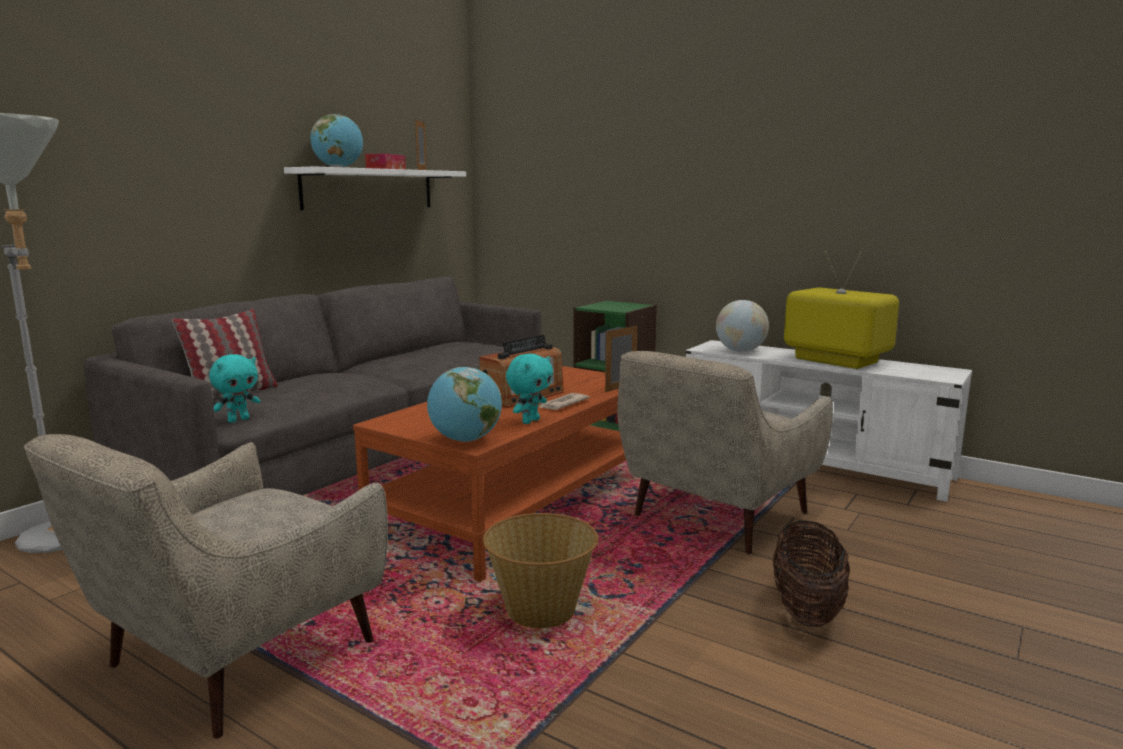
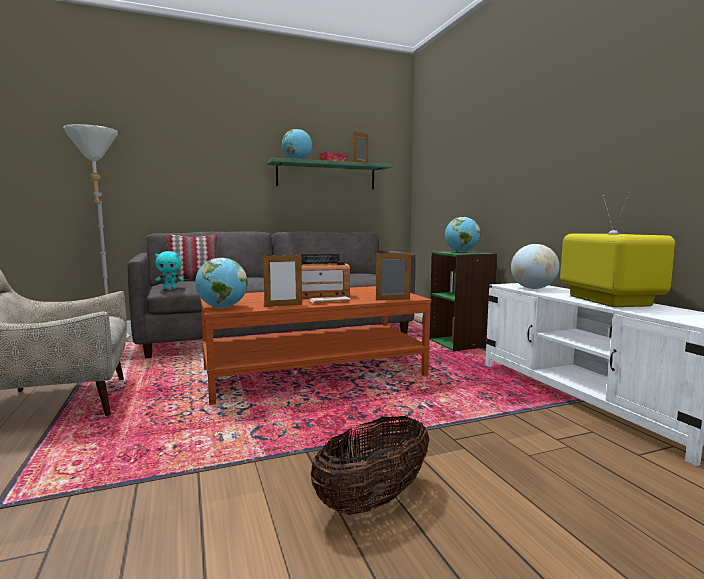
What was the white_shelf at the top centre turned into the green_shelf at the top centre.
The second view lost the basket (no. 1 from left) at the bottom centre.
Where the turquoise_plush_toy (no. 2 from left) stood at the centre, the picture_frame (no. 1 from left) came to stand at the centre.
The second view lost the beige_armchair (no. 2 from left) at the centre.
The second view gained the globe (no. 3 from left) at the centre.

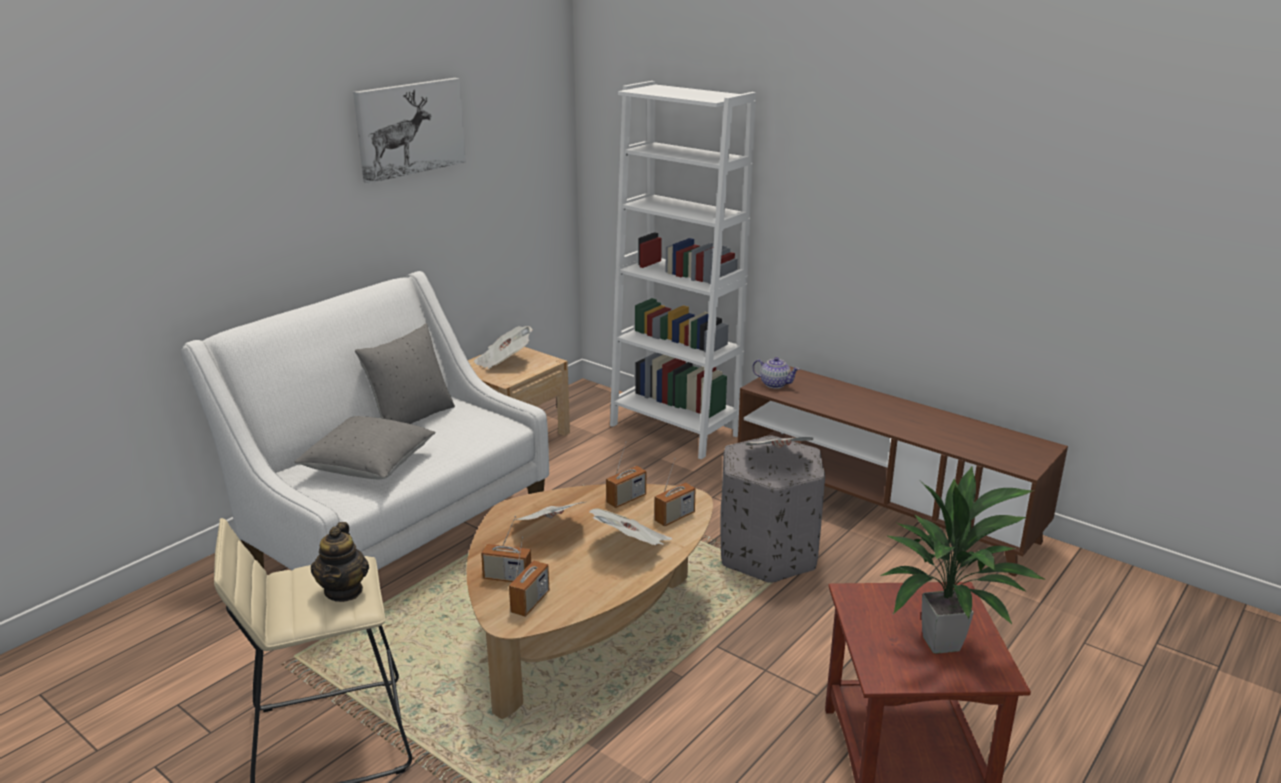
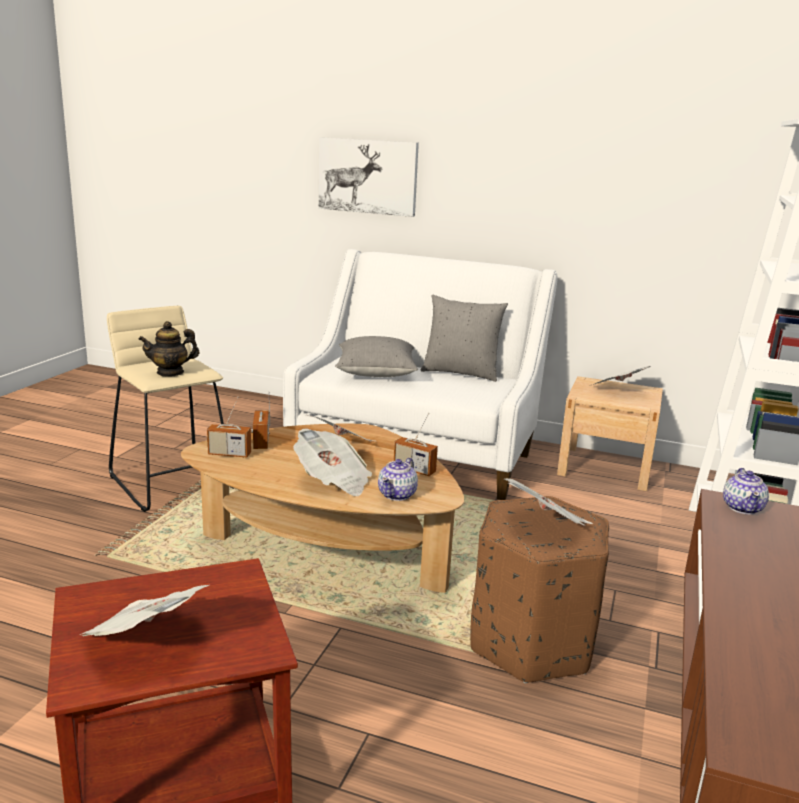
The picture ended up elsewhere, having gone from the top left to the top centre.
Where the radio (no. 4 from left) stood at the centre, the teapot (no. 2 from left) came to stand at the centre.
What was the grey_ottoman at the centre turned into the brown_ottoman at the bottom right.
Where the potted_plant stood at the bottom right, the newspaper (no. 1 from left) came to stand at the bottom left.

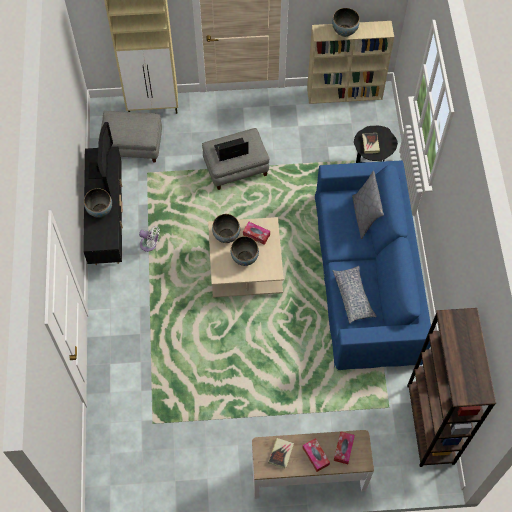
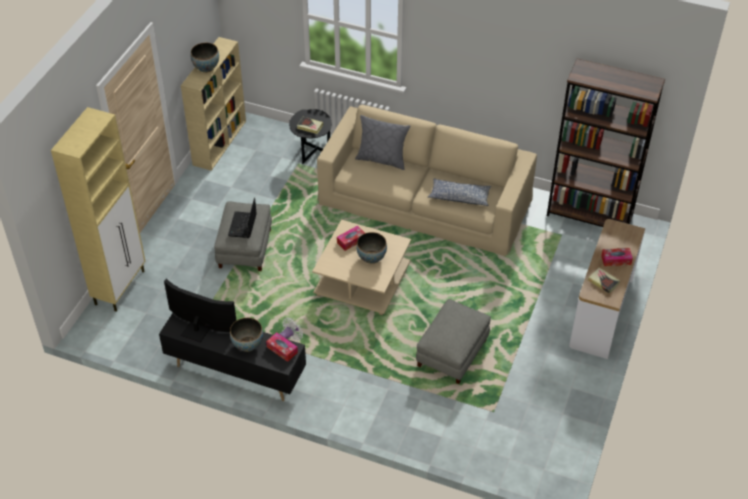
The grey_ottoman (no. 1 from left in the first image) ended up elsewhere, having gone from the top left to the bottom centre.
The second view lost the bowl (no. 2 from left) at the centre.
What was the blue_sofa at the middle right turned into the beige_sofa at the centre.
The tissue_box (no. 3 from left in the first image) ended up elsewhere, having gone from the bottom right to the bottom centre.

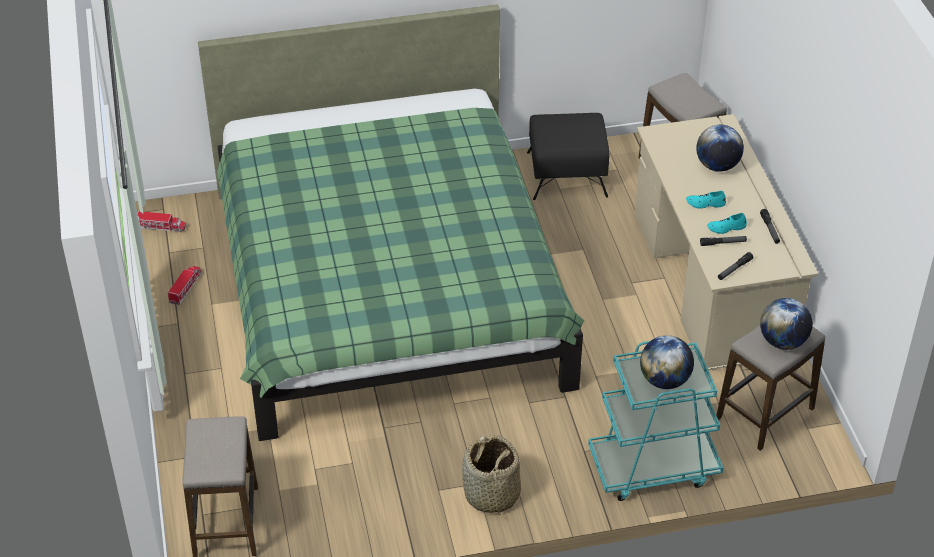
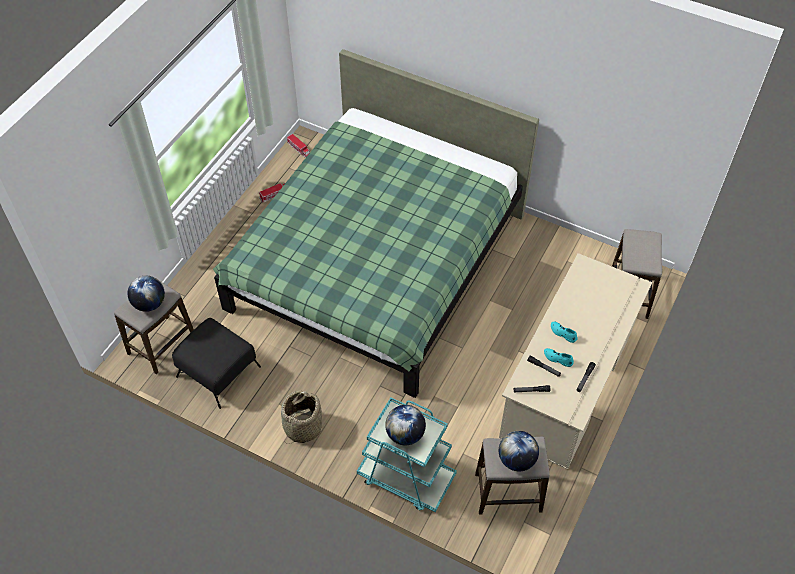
The black_ottoman ended up elsewhere, having gone from the top centre to the middle left.
The globe (no. 2 from left in the first image) ended up elsewhere, having gone from the top right to the middle left.

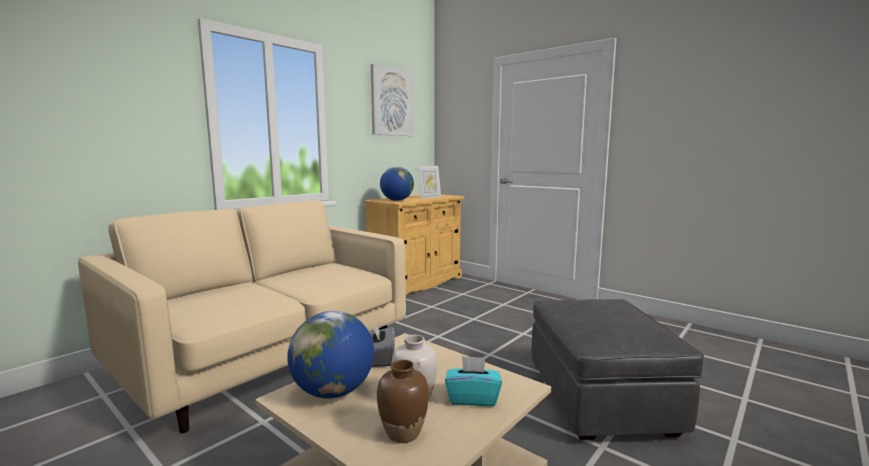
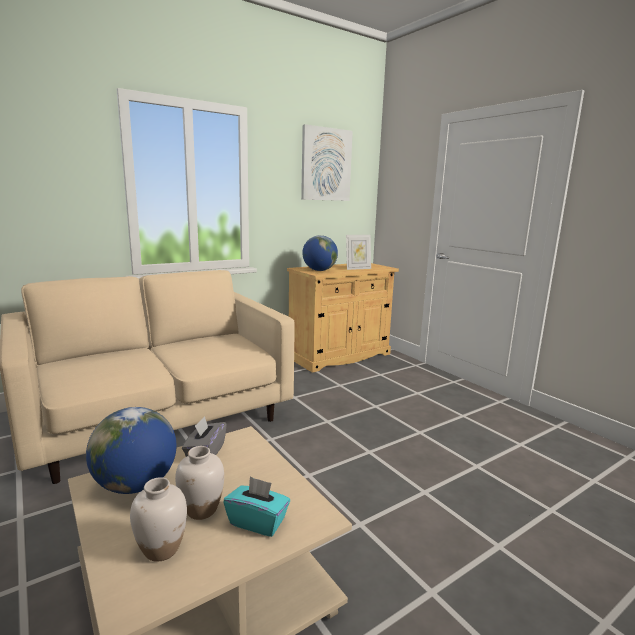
What was the brown_vase at the bottom centre turned into the white_vase (no. 1 from left) at the bottom left.
The second view lost the grey_ottoman at the bottom right.

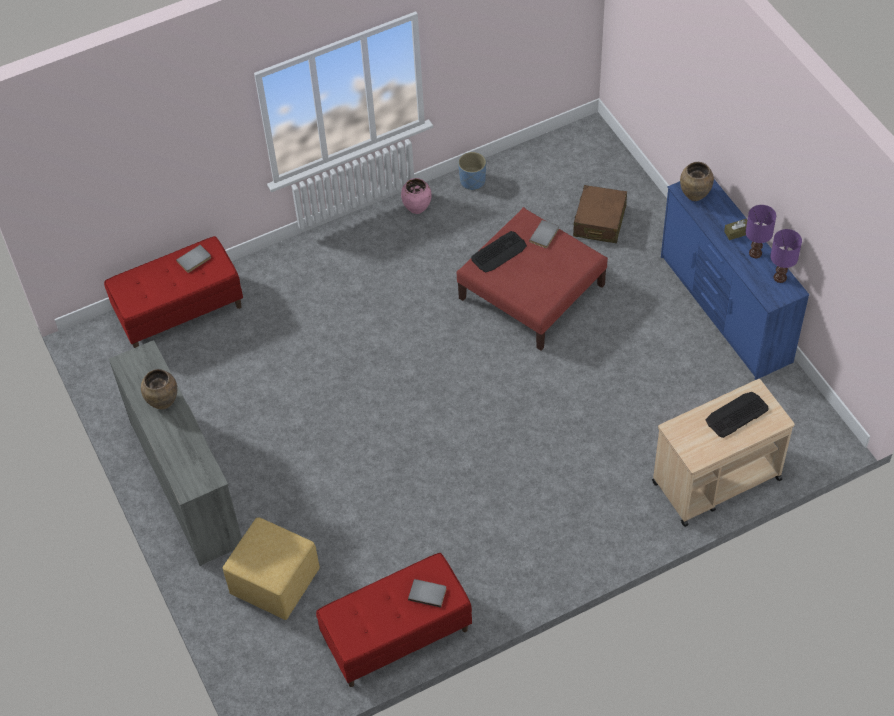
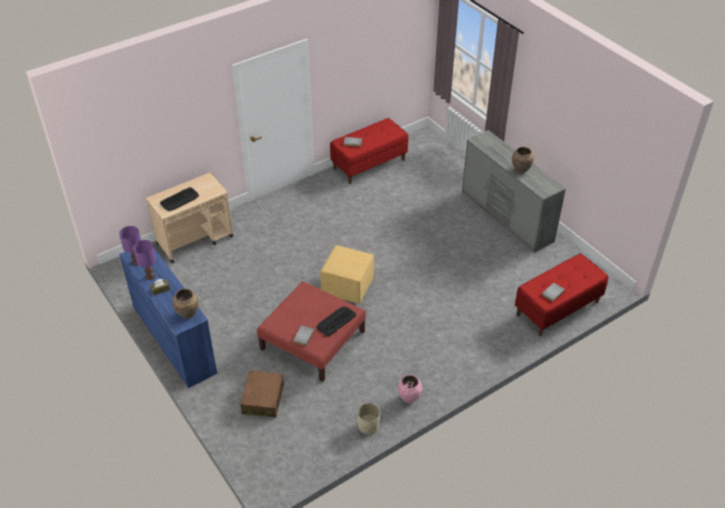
The yellow_ottoman ended up elsewhere, having gone from the bottom left to the centre.
What was the blue_planter at the top centre turned into the beige_planter at the bottom centre.

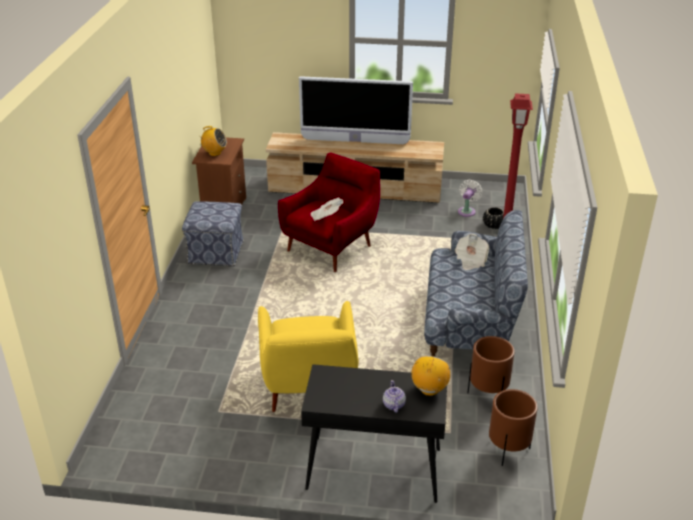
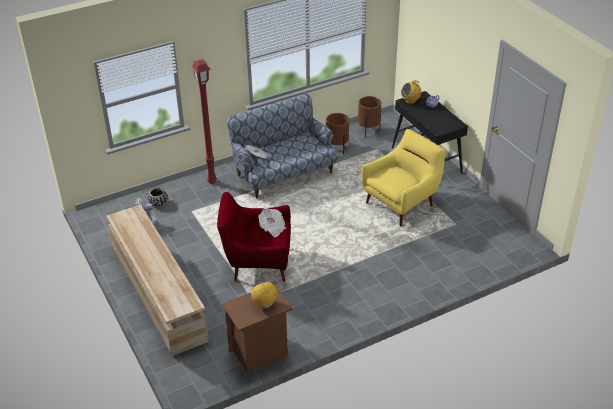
The second view lost the ottoman at the middle left.
The second view lost the television at the top centre.

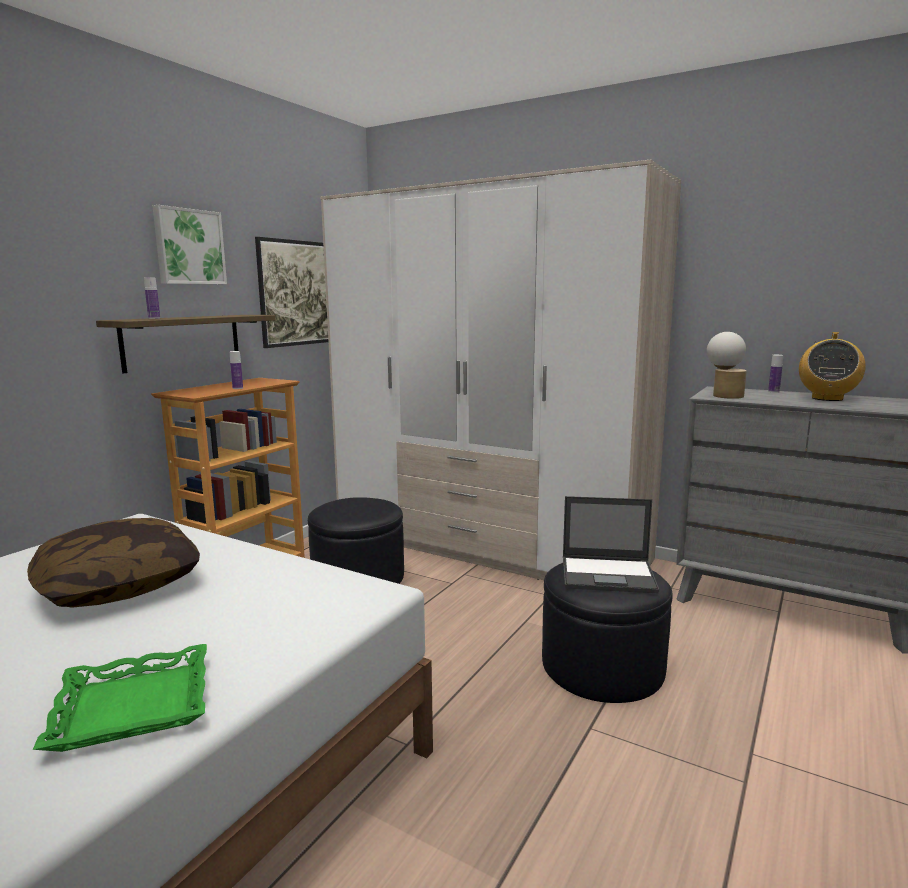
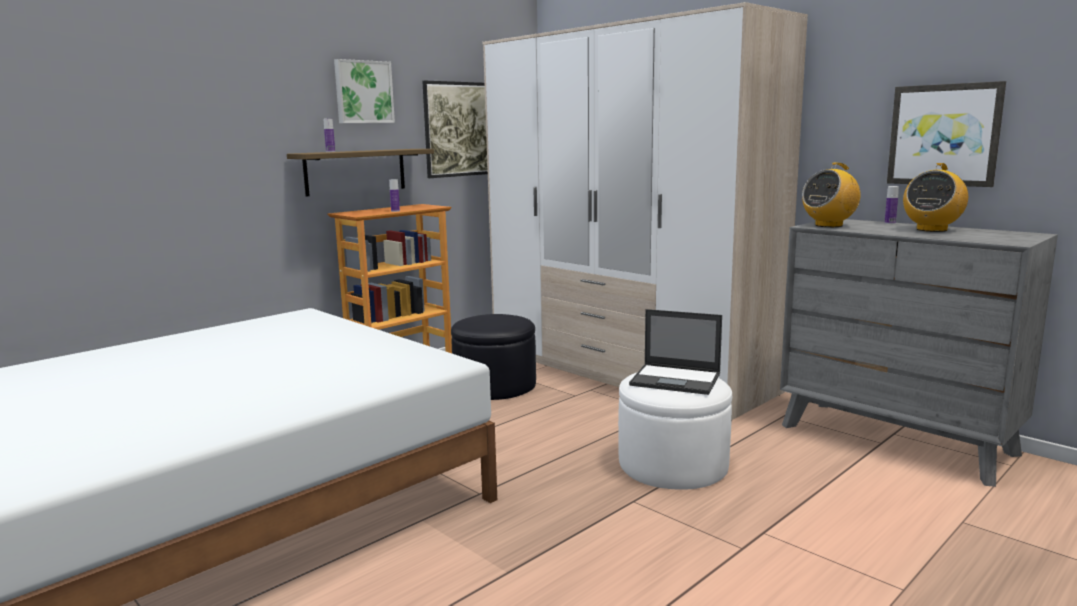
The second view lost the pillow at the middle left.
The second view lost the green_tray at the bottom left.
What was the black_ottoman (no. 2 from left) at the bottom right turned into the white_ottoman at the bottom centre.
Where the table_lamp stood at the middle right, the radio (no. 1 from left) came to stand at the top right.
The second view gained the picture (no. 3 from left) at the top right.

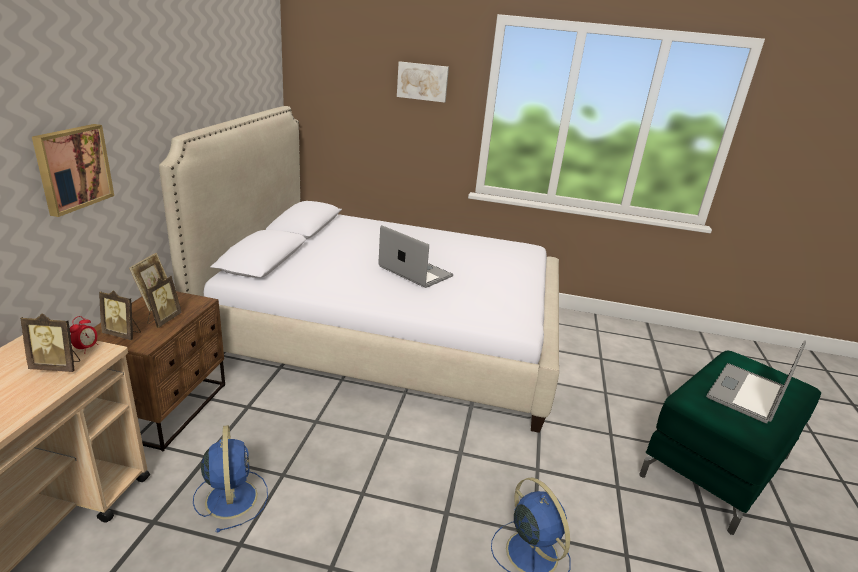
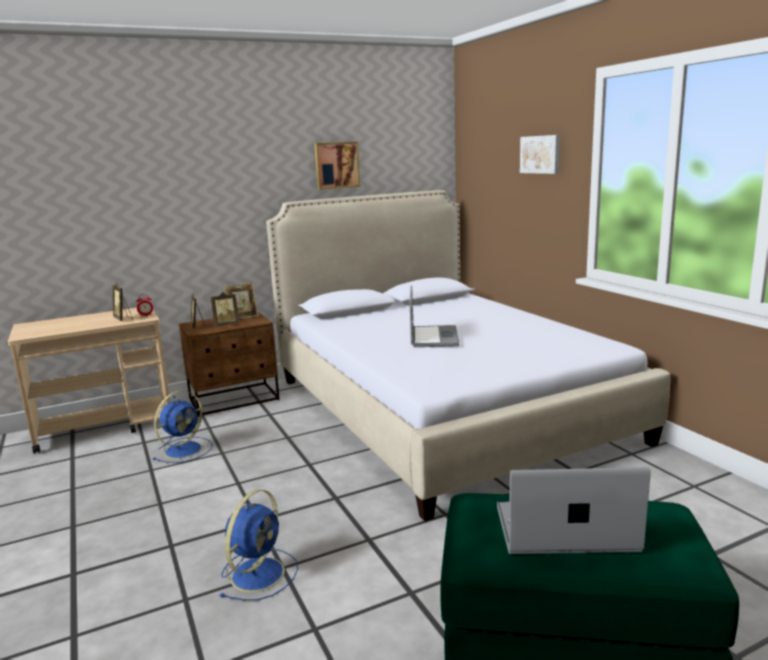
The picture (no. 1 from left) ended up elsewhere, having gone from the top left to the top centre.

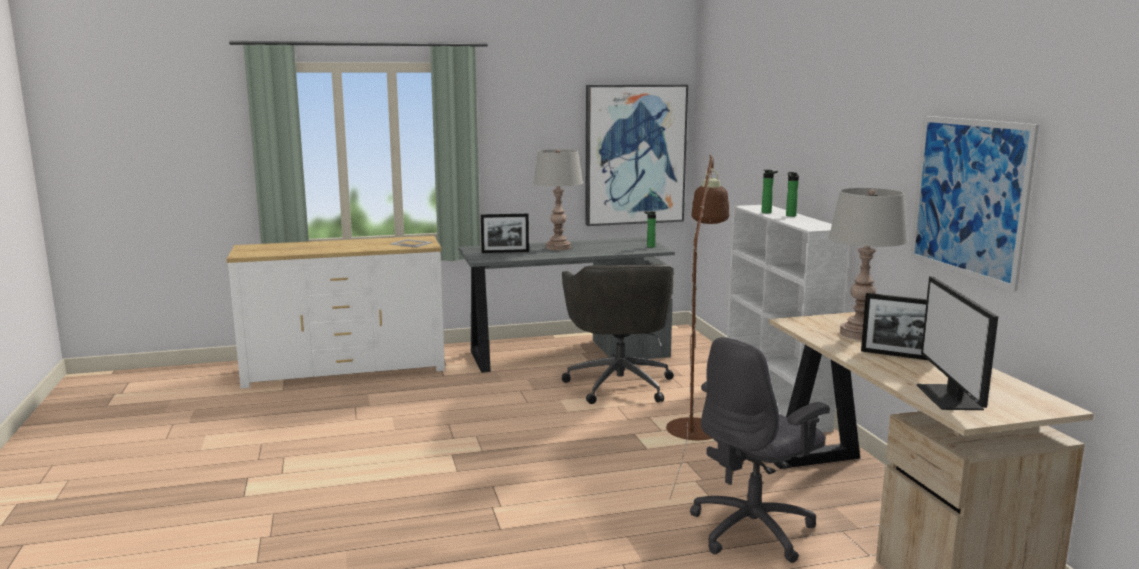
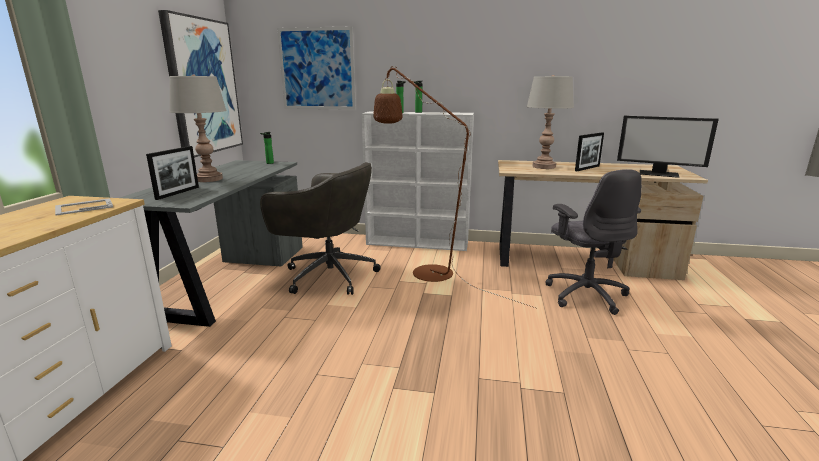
The picture (no. 2 from left) ended up elsewhere, having gone from the middle right to the top centre.

